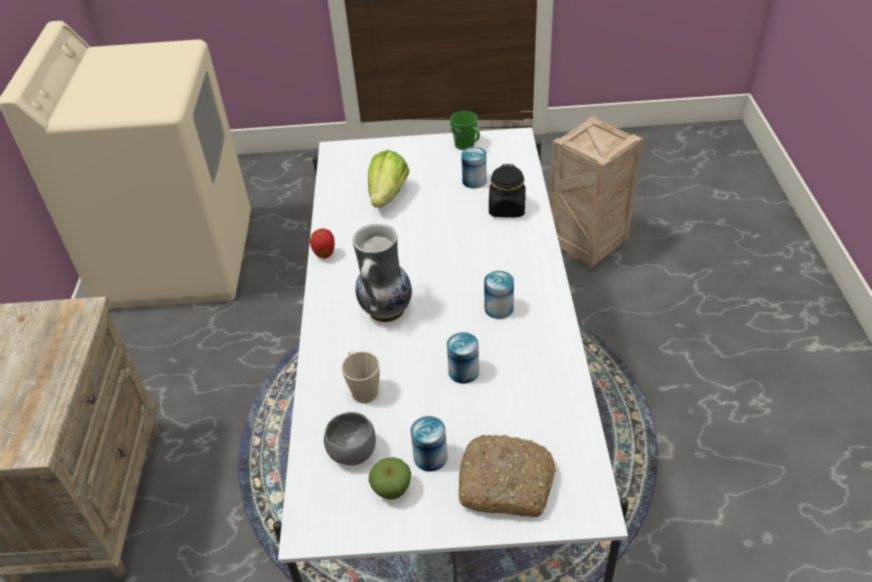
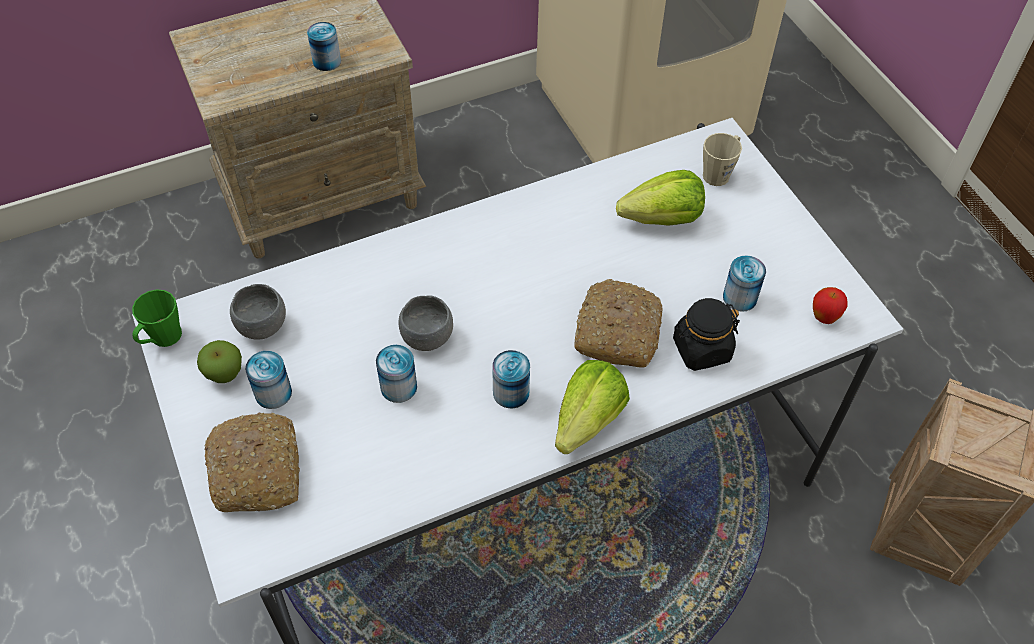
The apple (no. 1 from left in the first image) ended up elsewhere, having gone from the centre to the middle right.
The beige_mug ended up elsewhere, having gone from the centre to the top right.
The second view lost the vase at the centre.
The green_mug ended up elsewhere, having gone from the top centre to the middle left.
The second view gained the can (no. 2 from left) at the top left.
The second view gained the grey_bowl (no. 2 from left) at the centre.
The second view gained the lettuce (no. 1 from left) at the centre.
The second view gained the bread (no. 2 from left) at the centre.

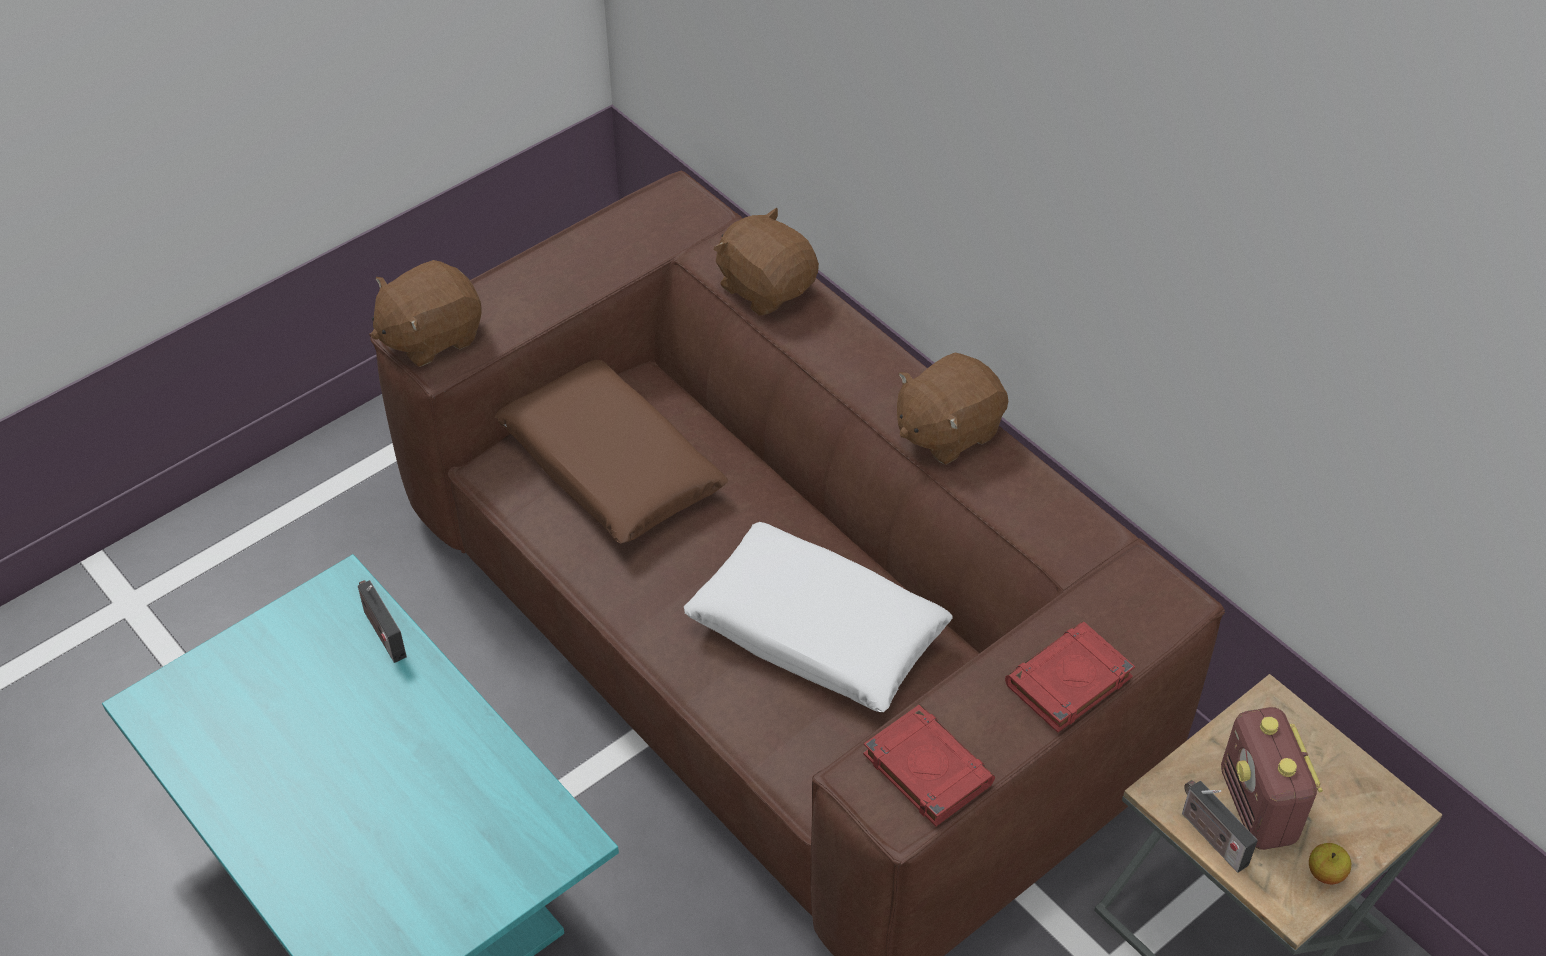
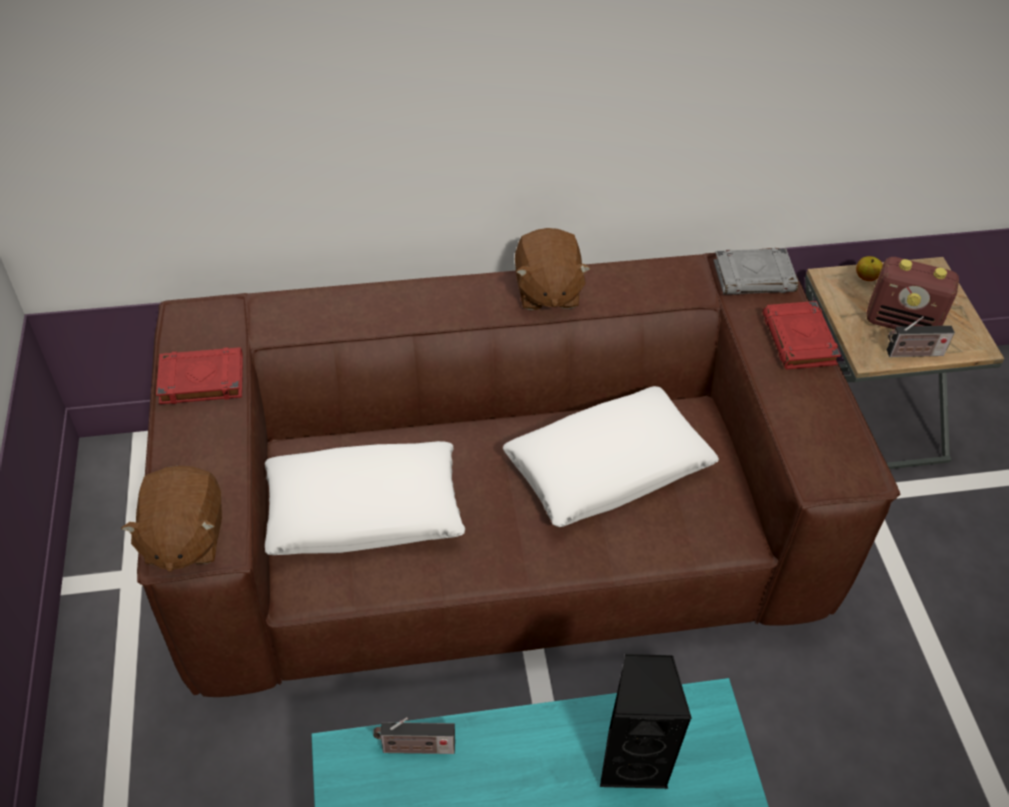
What was the brown_pillow at the centre turned into the white_pillow (no. 1 from left) at the centre.
The second view lost the brown_plush_toy (no. 2 from left) at the top centre.
The red_book (no. 1 from left) ended up elsewhere, having gone from the bottom centre to the middle left.
The apple ended up elsewhere, having gone from the bottom right to the top right.
The second view gained the black_speaker at the bottom centre.
The second view gained the grey_book at the middle right.

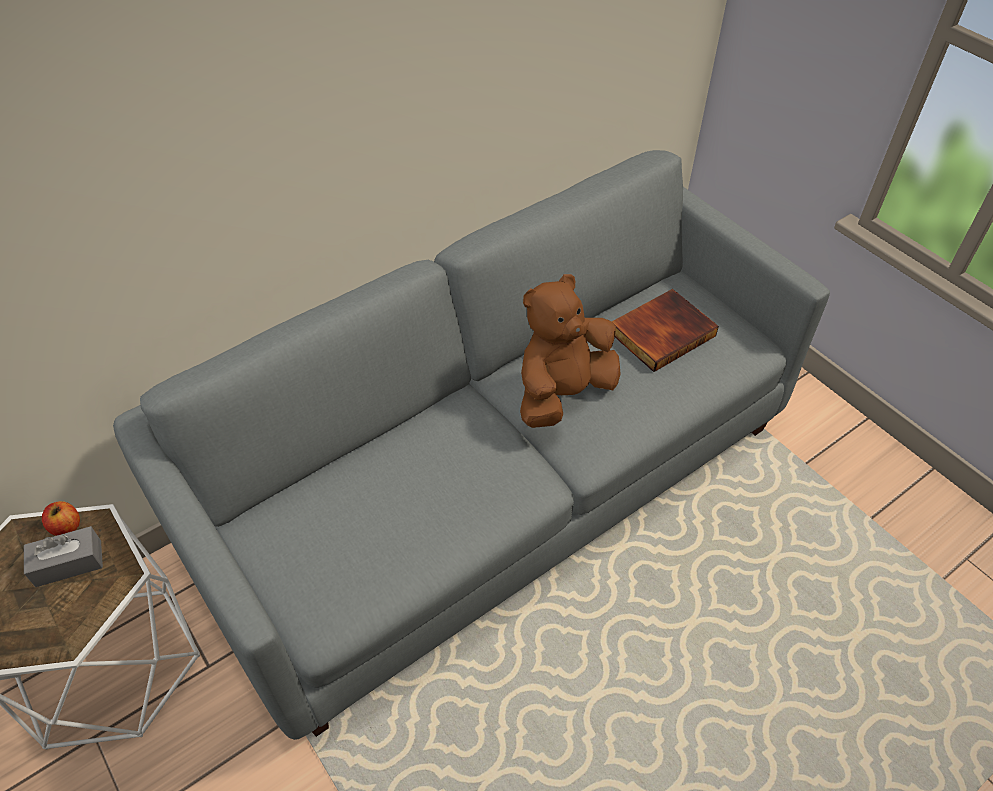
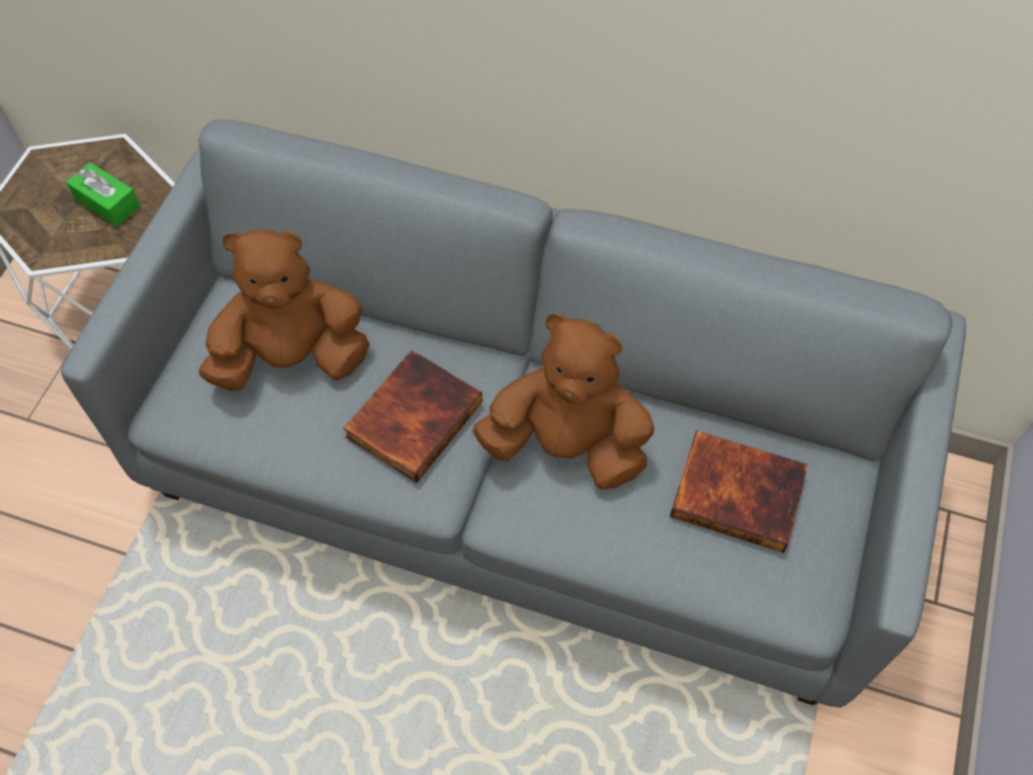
What was the grey_tissue_box at the bottom left turned into the green_tissue_box at the top left.
The second view lost the apple at the middle left.
The second view gained the brown_plush_toy (no. 1 from left) at the middle left.
The second view gained the book (no. 1 from left) at the centre.

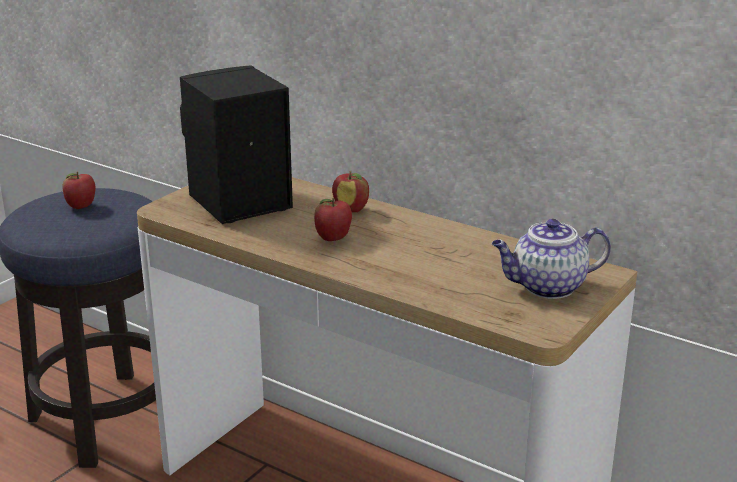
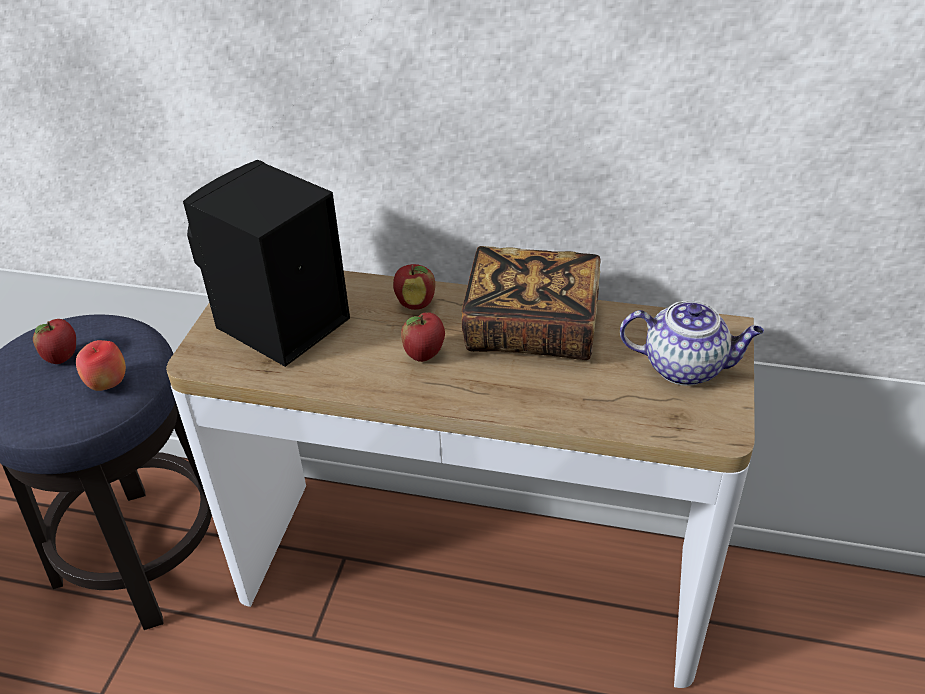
The teapot at the middle right ended up facing another way, 135 degrees counterclockwise from before.
The second view gained the apple (no. 2 from left) at the middle left.
The second view gained the book at the centre.

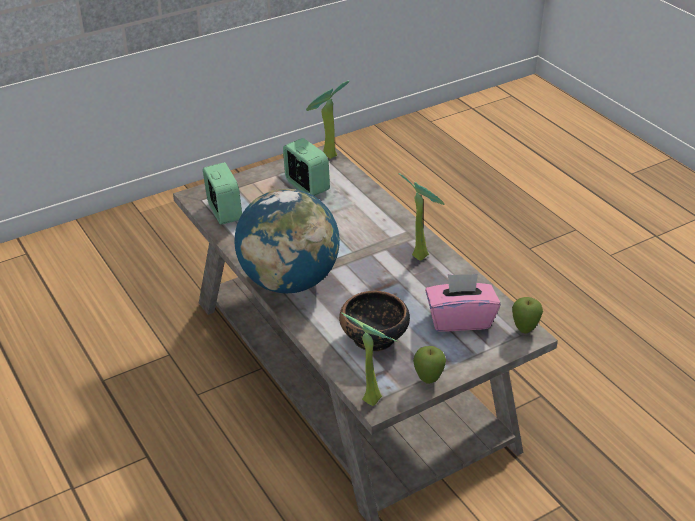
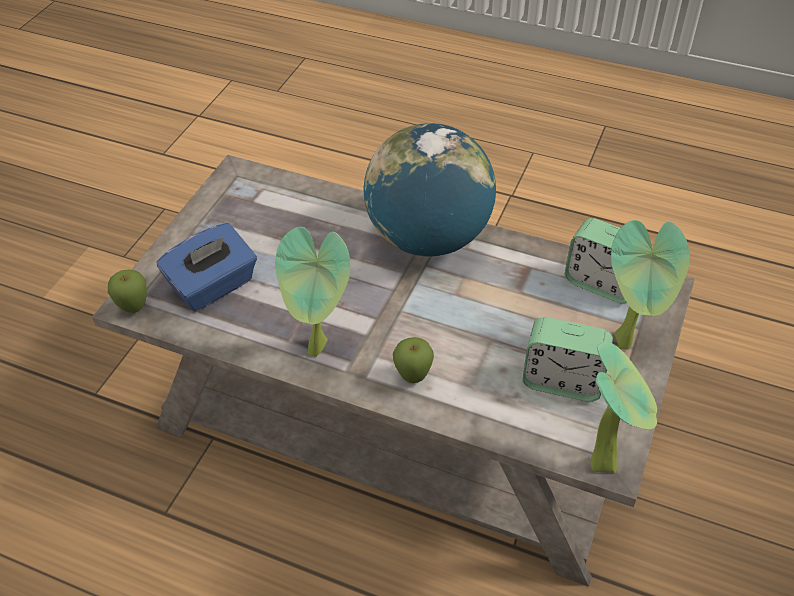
The second view lost the bowl at the centre.
The potted_plant (no. 2 from left in the first image) ended up elsewhere, having gone from the bottom centre to the middle right.
The apple (no. 1 from left in the first image) ended up elsewhere, having gone from the bottom centre to the centre.
What was the pink_tissue_box at the centre turned into the blue_tissue_box at the middle left.

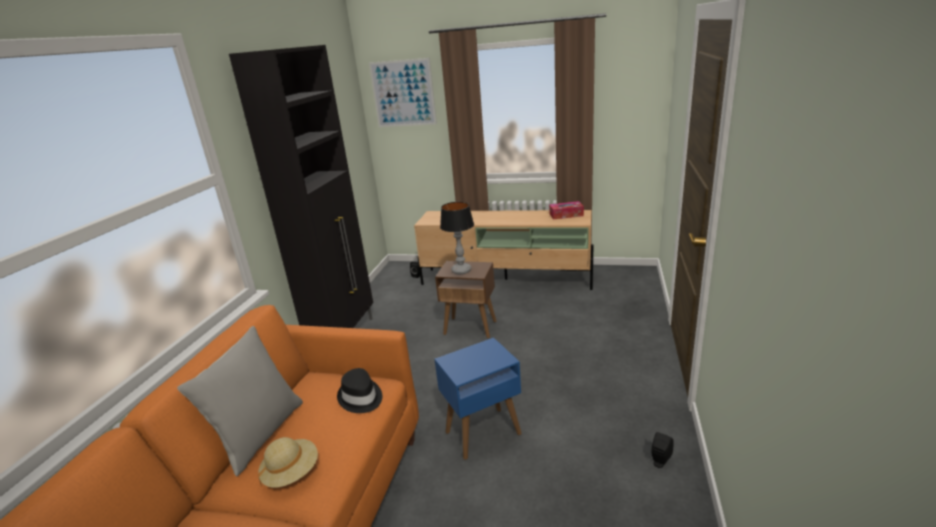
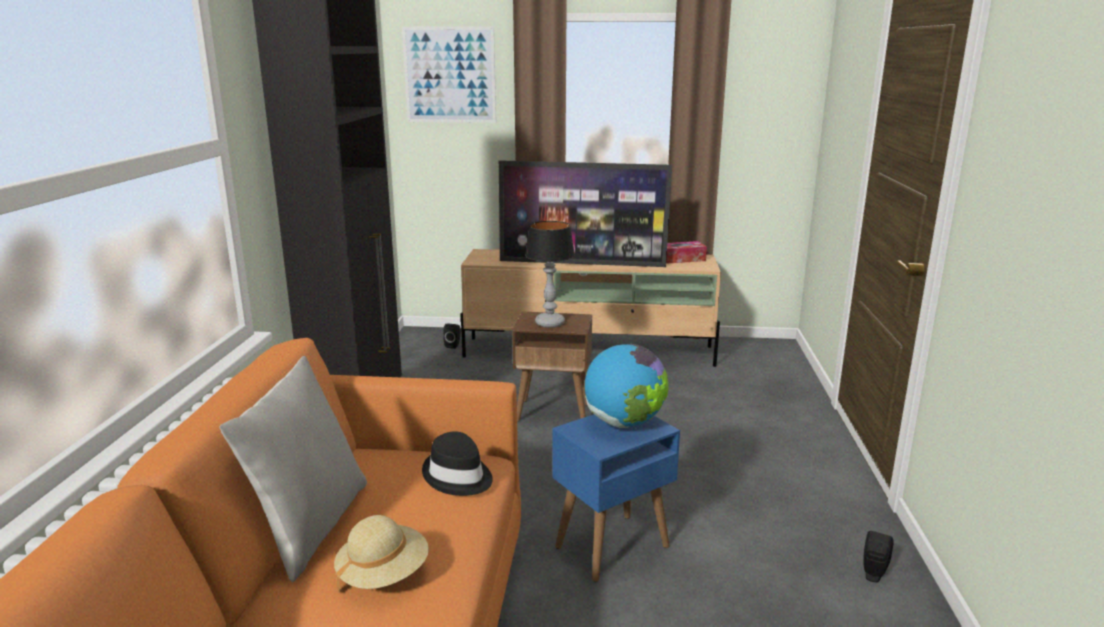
The second view gained the television at the centre.
The second view gained the globe at the centre.

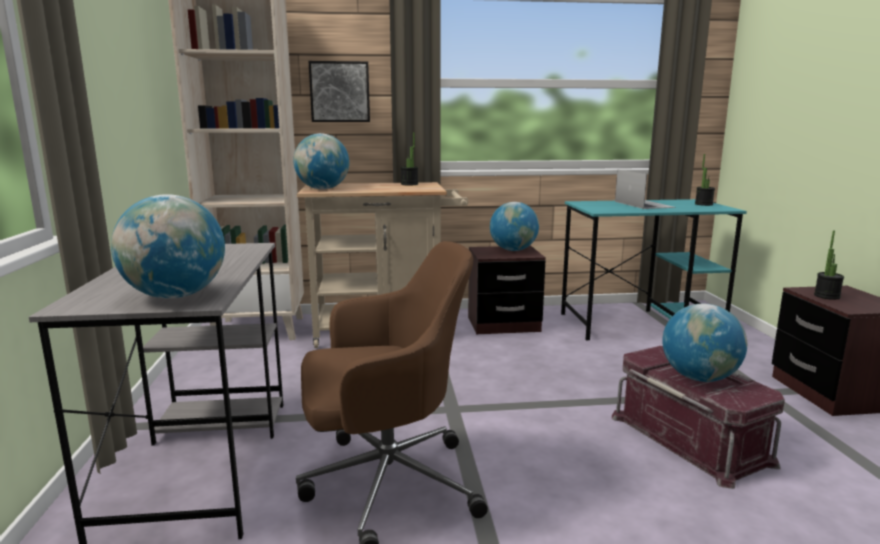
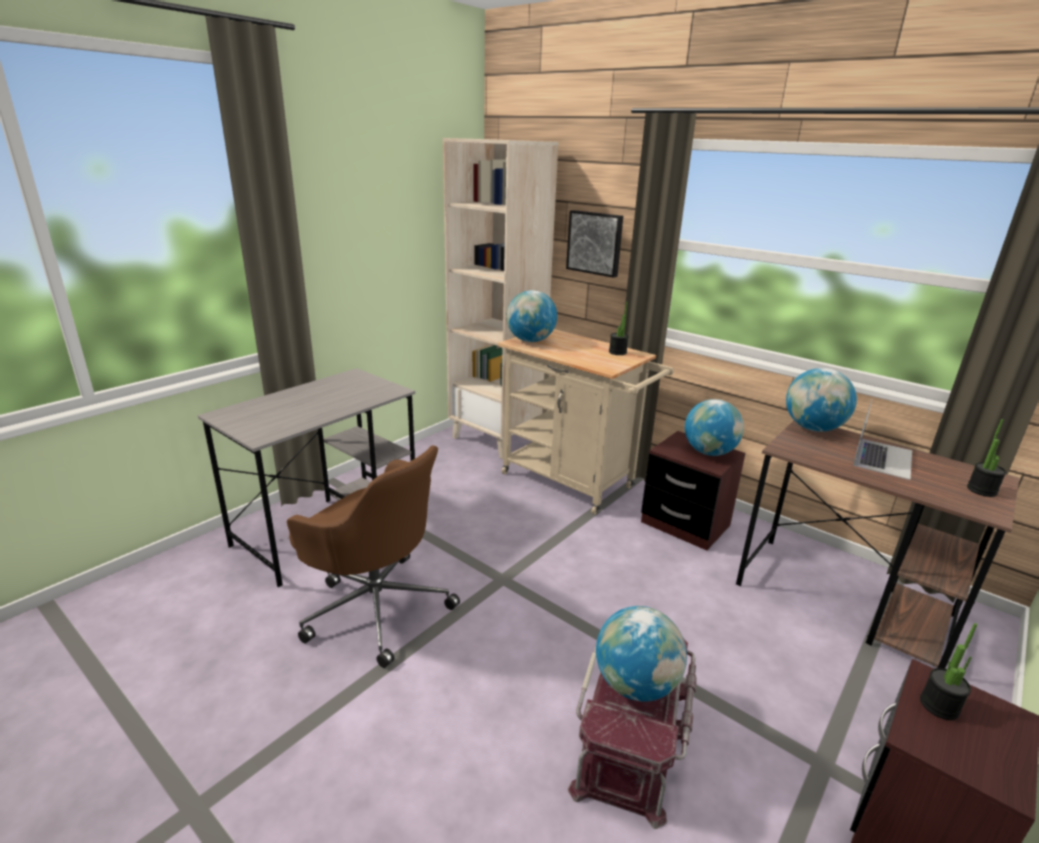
The globe (no. 1 from left in the first image) ended up elsewhere, having gone from the middle left to the middle right.
What was the turquoise_desk at the middle right turned into the brown_desk at the middle right.

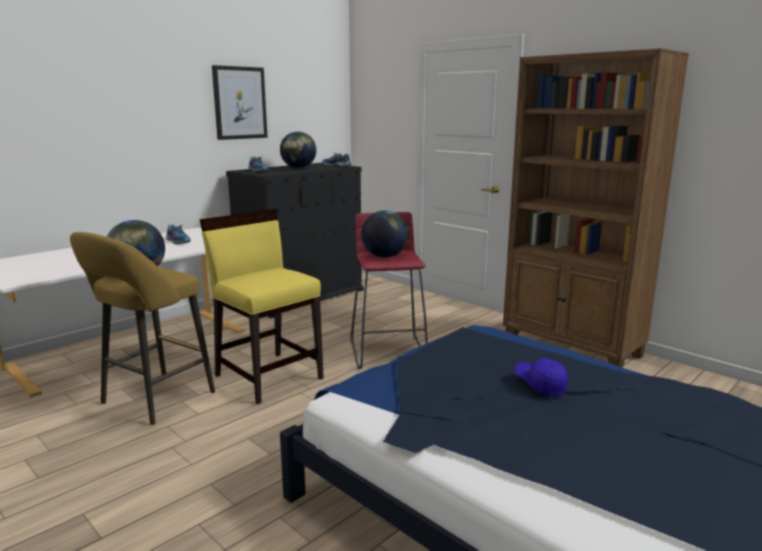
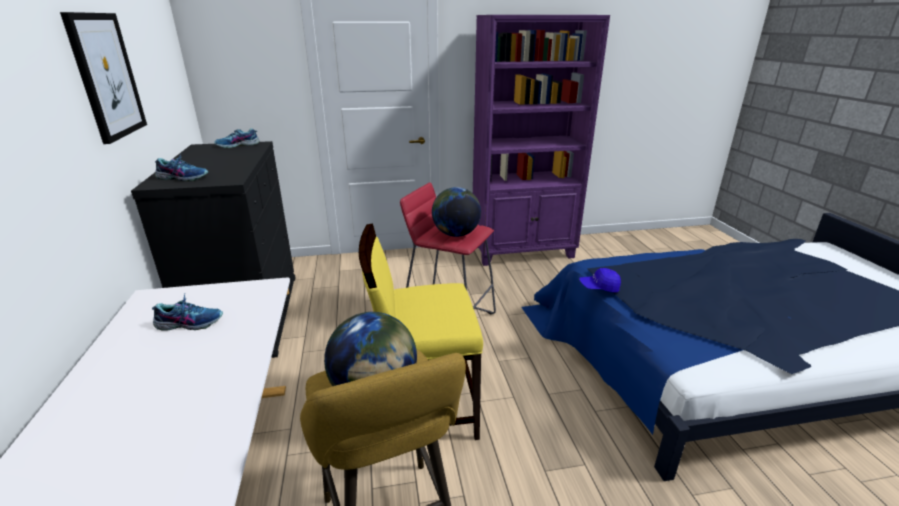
The second view lost the globe (no. 2 from left) at the top centre.
What was the brown_bookcase at the middle right turned into the purple_bookcase at the top centre.
The blue_cap ended up elsewhere, having gone from the bottom right to the middle right.

